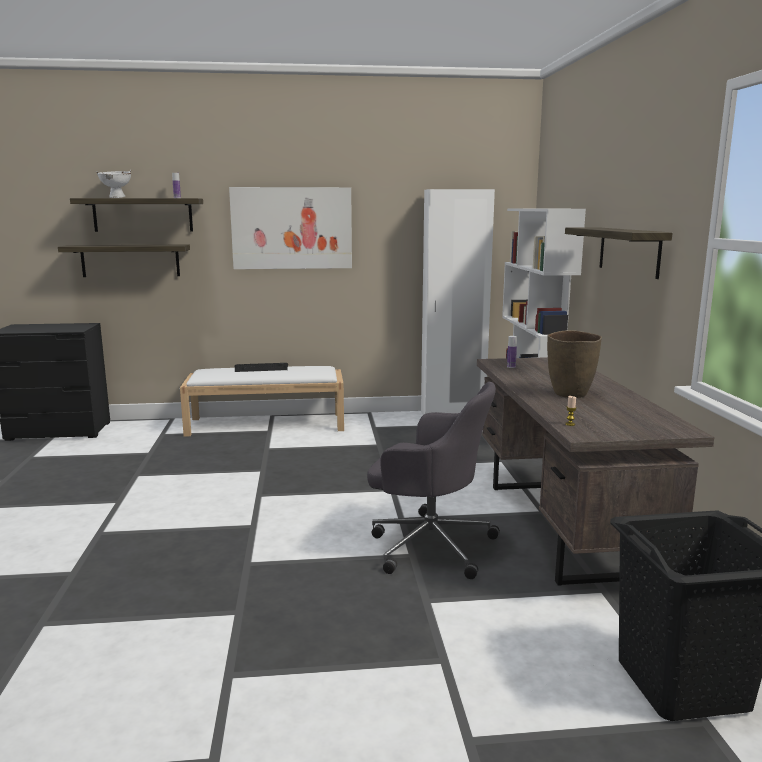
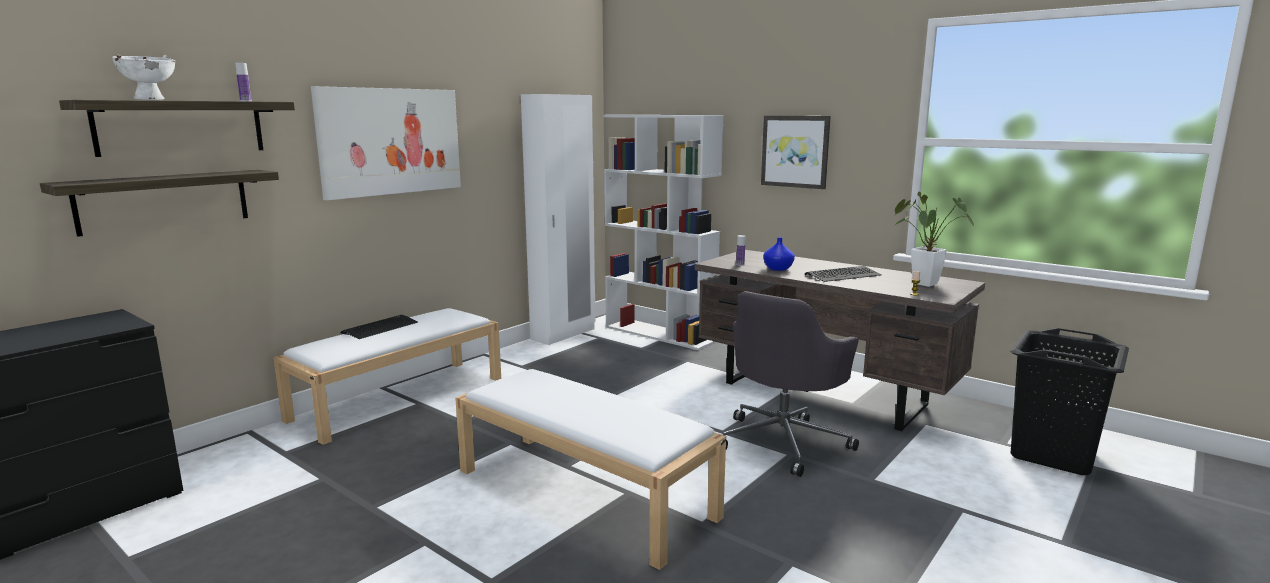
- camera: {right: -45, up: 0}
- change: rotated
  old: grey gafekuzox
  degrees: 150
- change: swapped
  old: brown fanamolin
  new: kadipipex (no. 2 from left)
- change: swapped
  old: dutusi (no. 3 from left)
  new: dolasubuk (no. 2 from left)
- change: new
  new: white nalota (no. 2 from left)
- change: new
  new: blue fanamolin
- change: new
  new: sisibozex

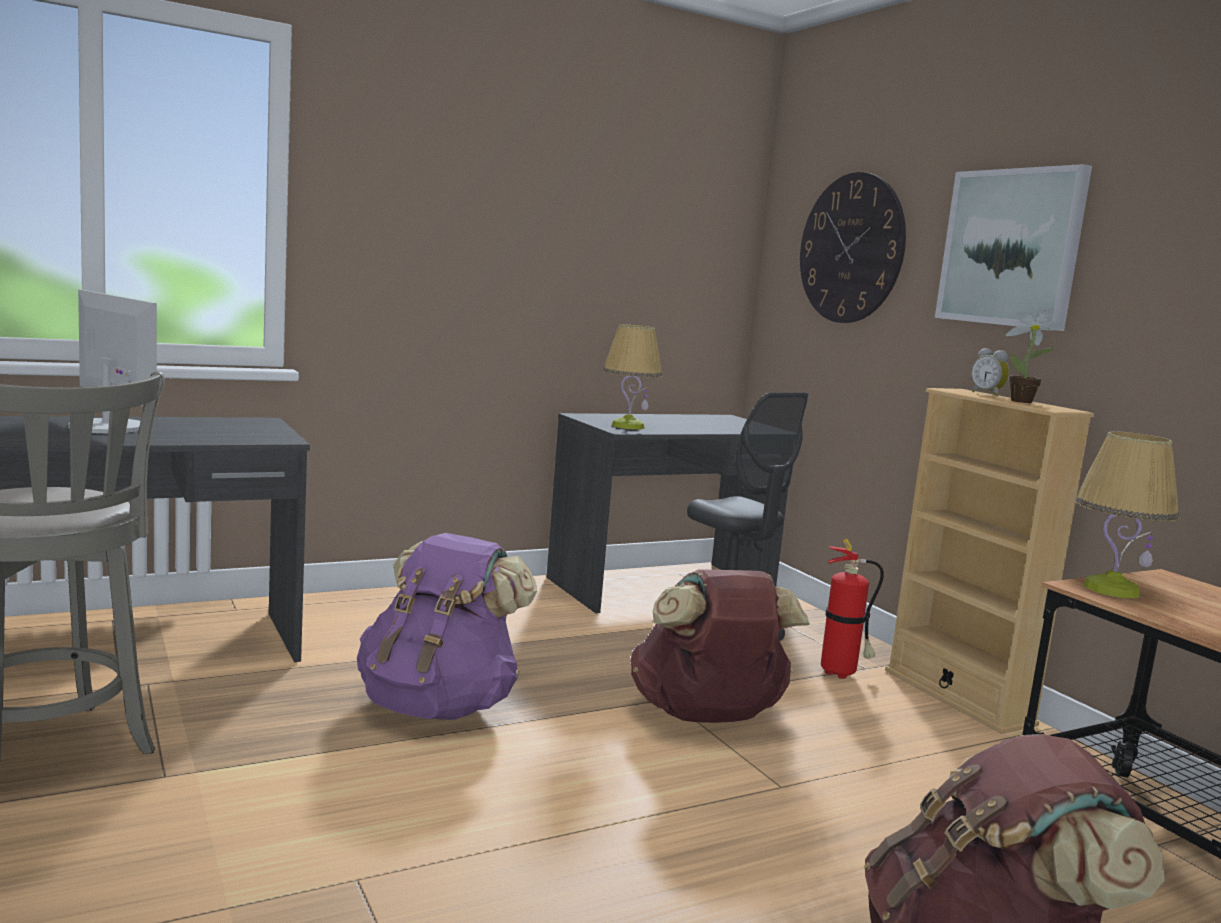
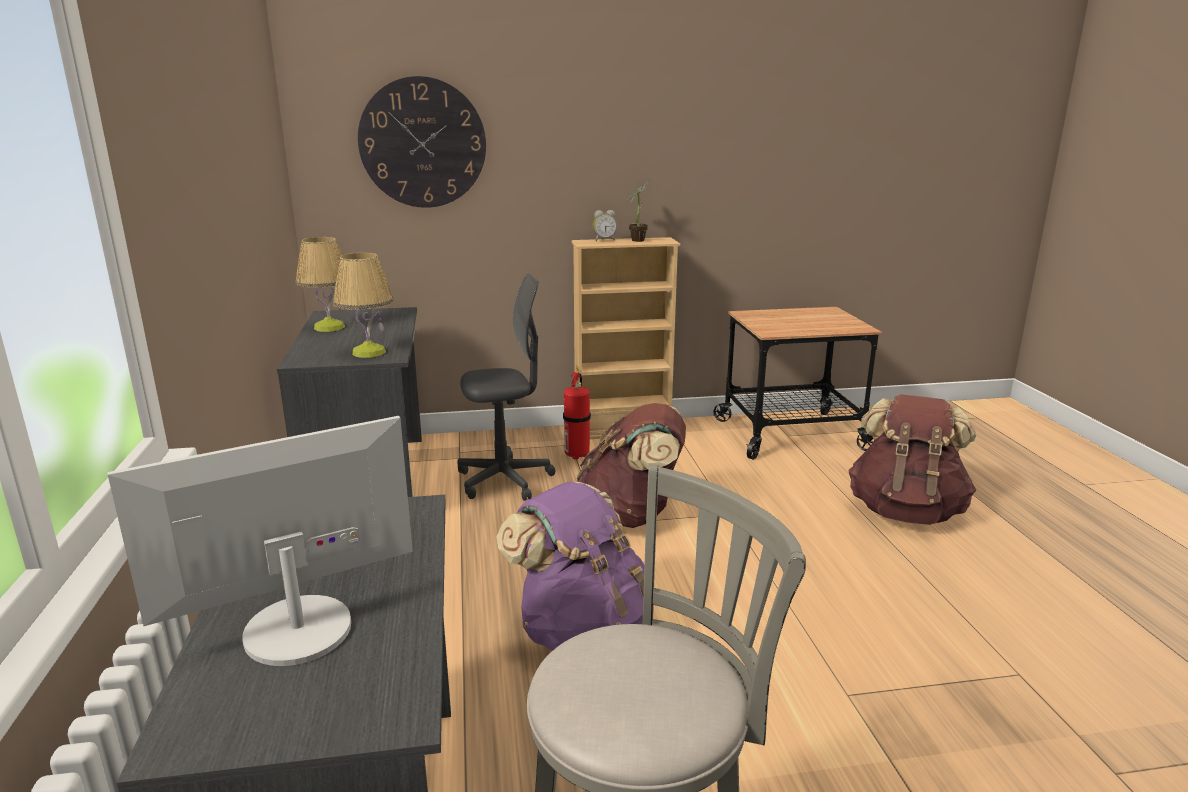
- camera: {right: -70, up: 10}
- change: gone
  old: dolasubuk
- change: shifted
  old: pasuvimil (no. 2 from left in the first image)
  new: pasuvimil (no. 1 from left)

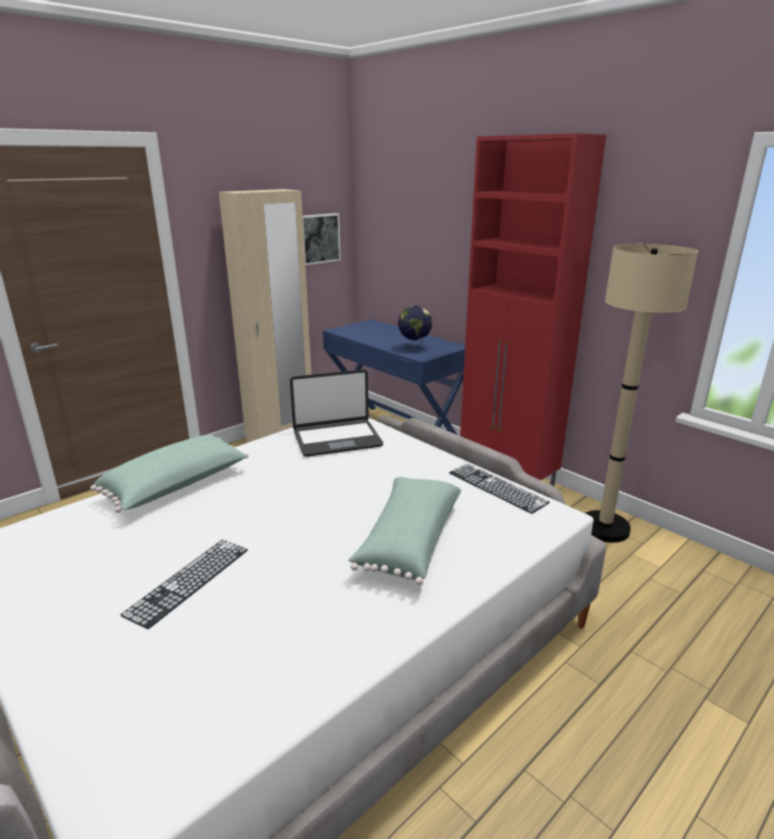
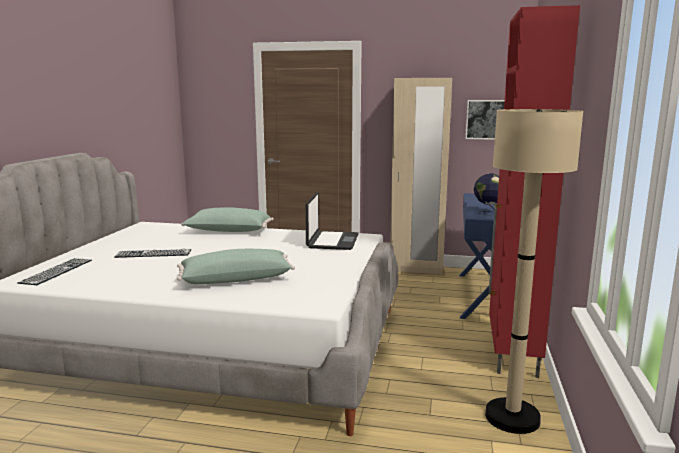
- camera: {right: 55, up: -10}
- change: rotated
  old: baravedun
  degrees: -120
- change: shifted
  old: kadipipex (no. 2 from left in the first image)
  new: kadipipex (no. 1 from left)

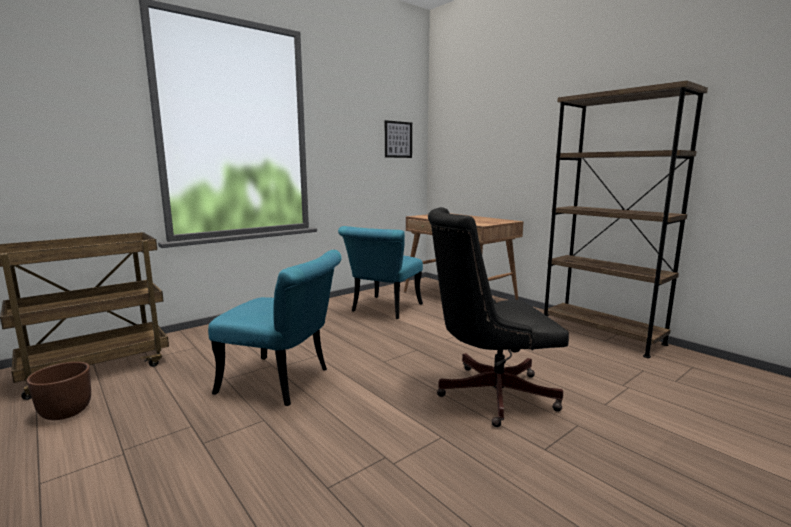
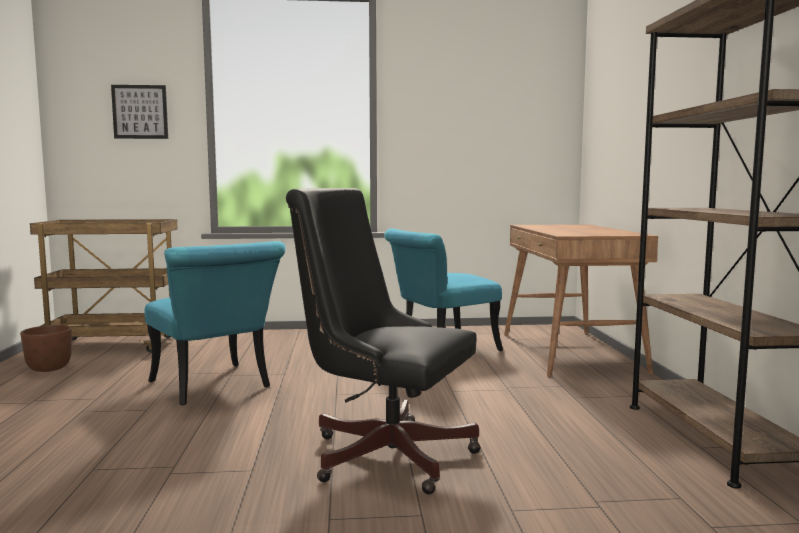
- camera: {right: 35, up: -5}
- change: shifted
  old: dolasubuk

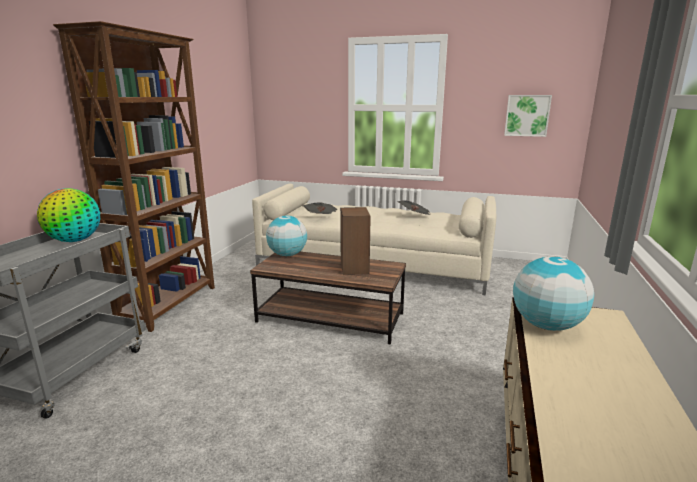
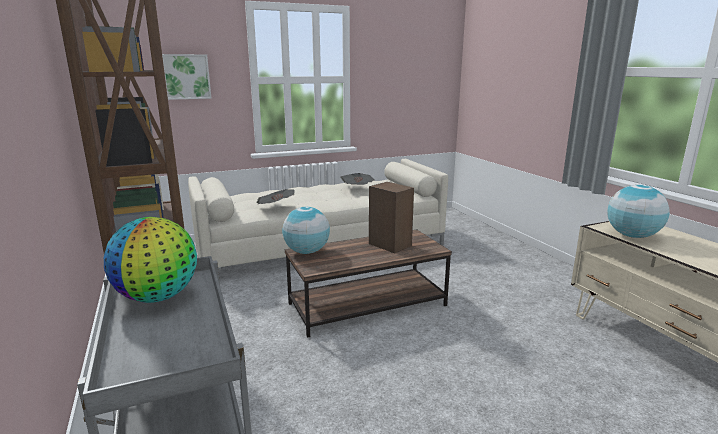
- camera: {right: -40, up: 0}
- change: shifted
  old: dolasubuk

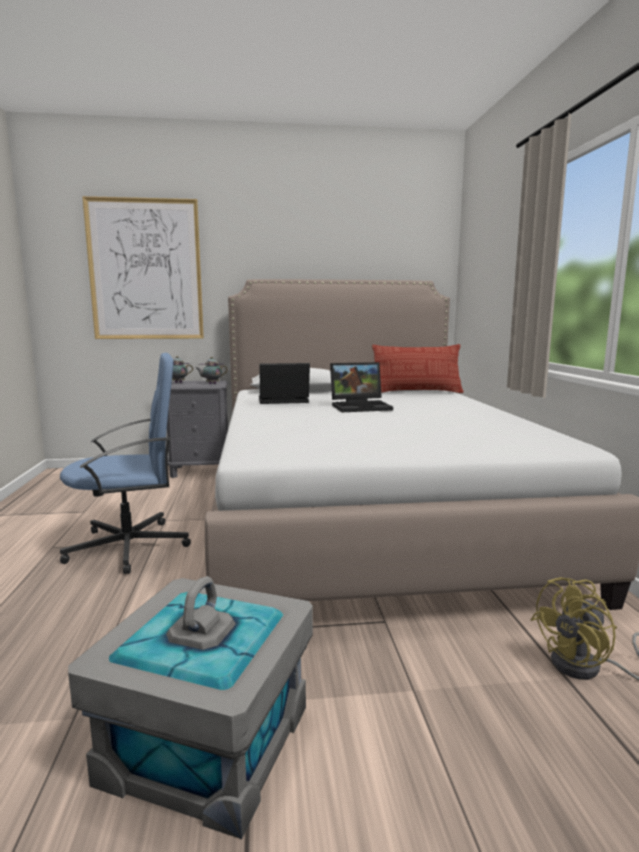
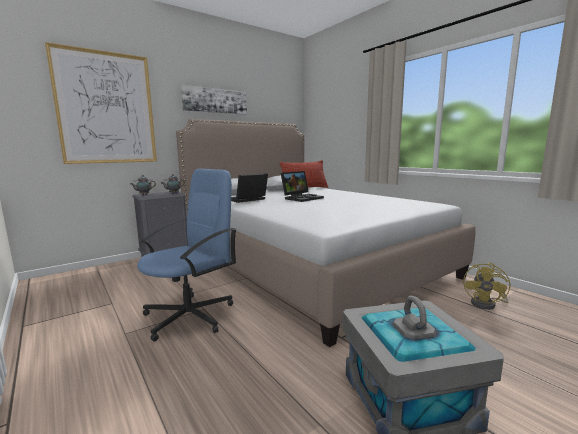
- camera: {right: -30, up: 0}
- change: new
  new: dolasubuk (no. 2 from left)

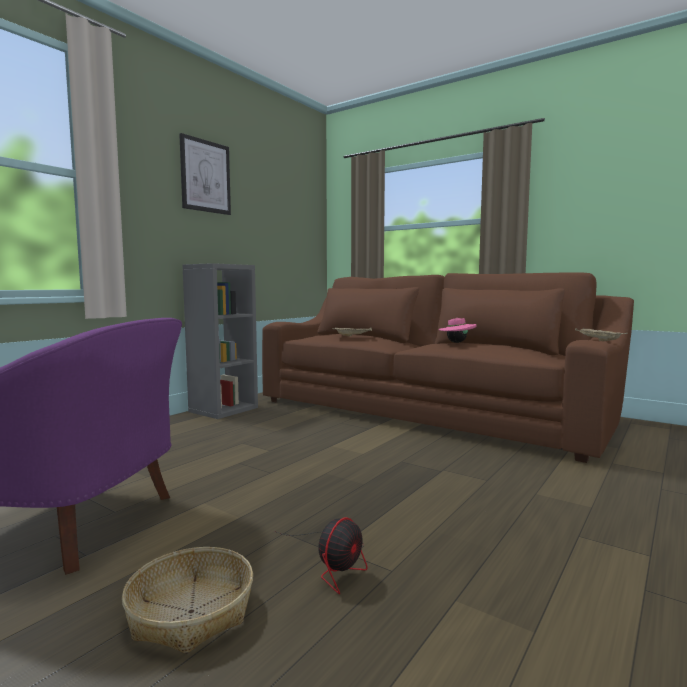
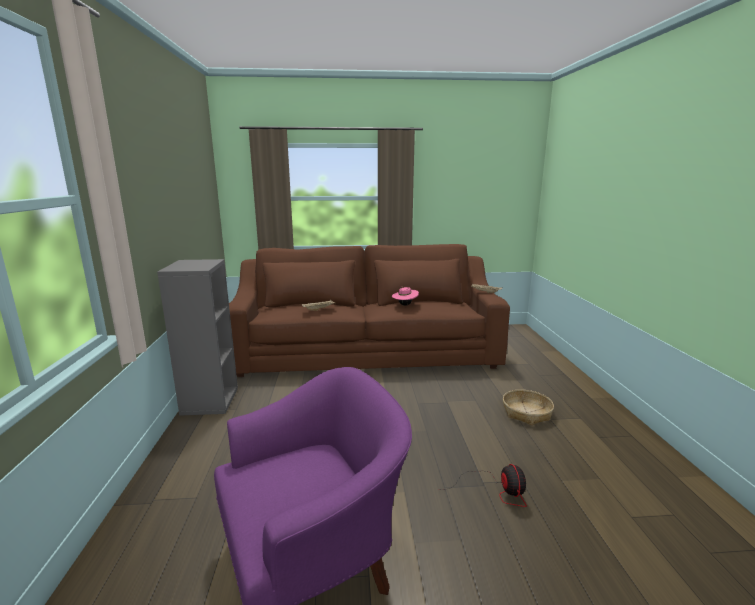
- camera: {right: -40, up: 10}
- change: shifted
  old: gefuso
- change: gone
  old: dolasubuk

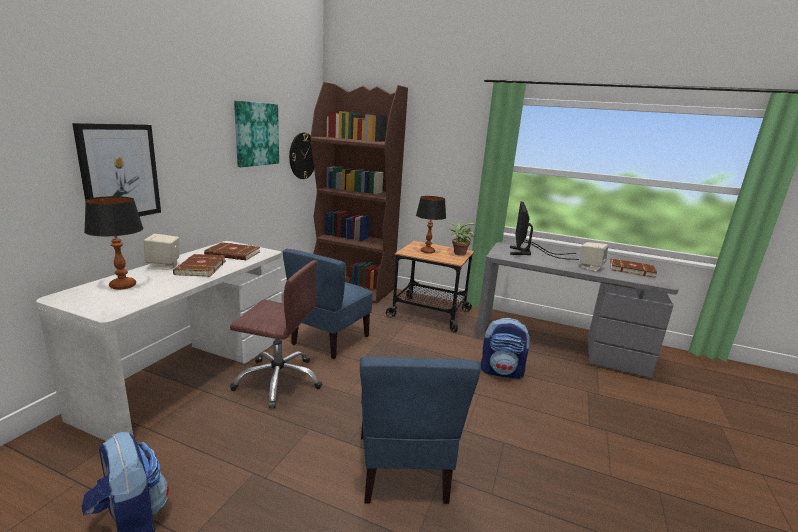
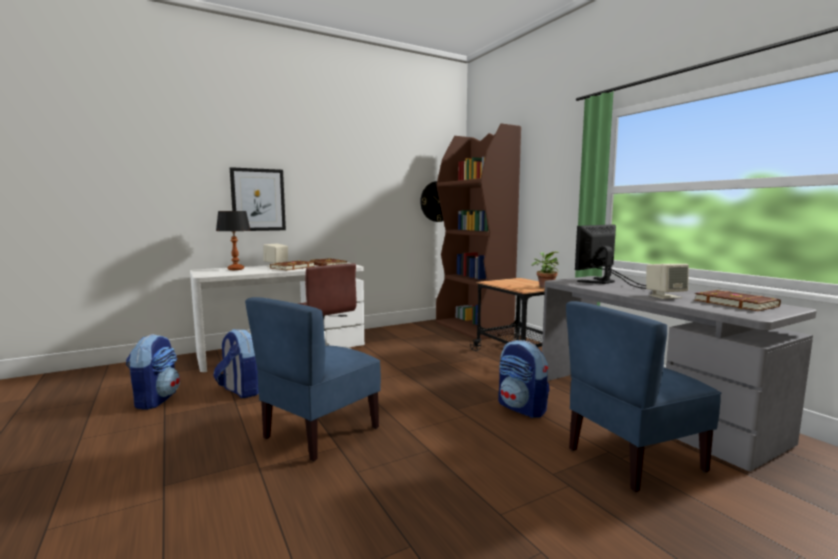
- camera: {right: 40, up: -10}
- change: gone
  old: dolasubuk (no. 2 from left)
- change: shifted
  old: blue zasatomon (no. 1 from left in the first image)
  new: blue zasatomon (no. 2 from left)
- change: gone
  old: pasuvimil (no. 2 from left)
- change: new
  new: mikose (no. 2 from left)

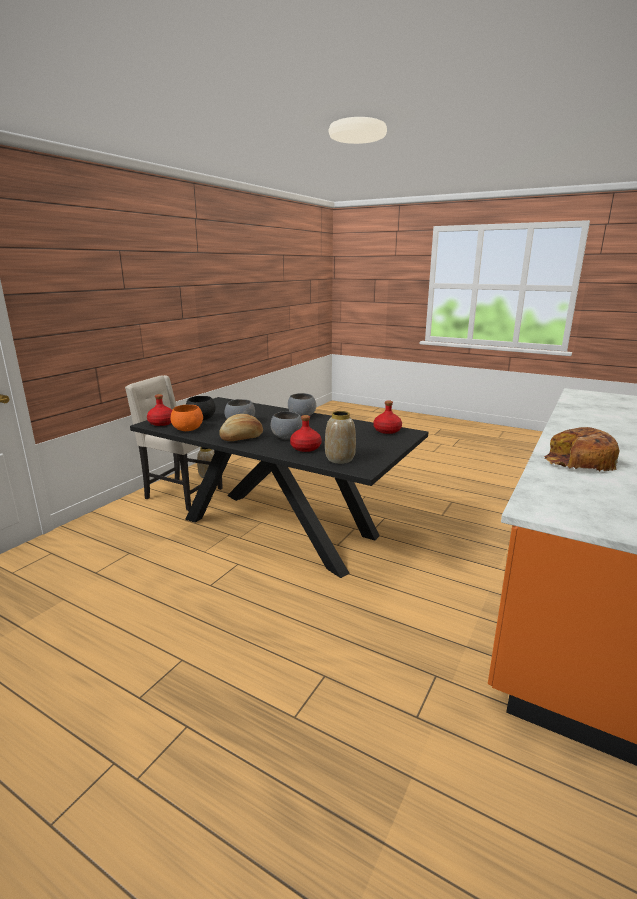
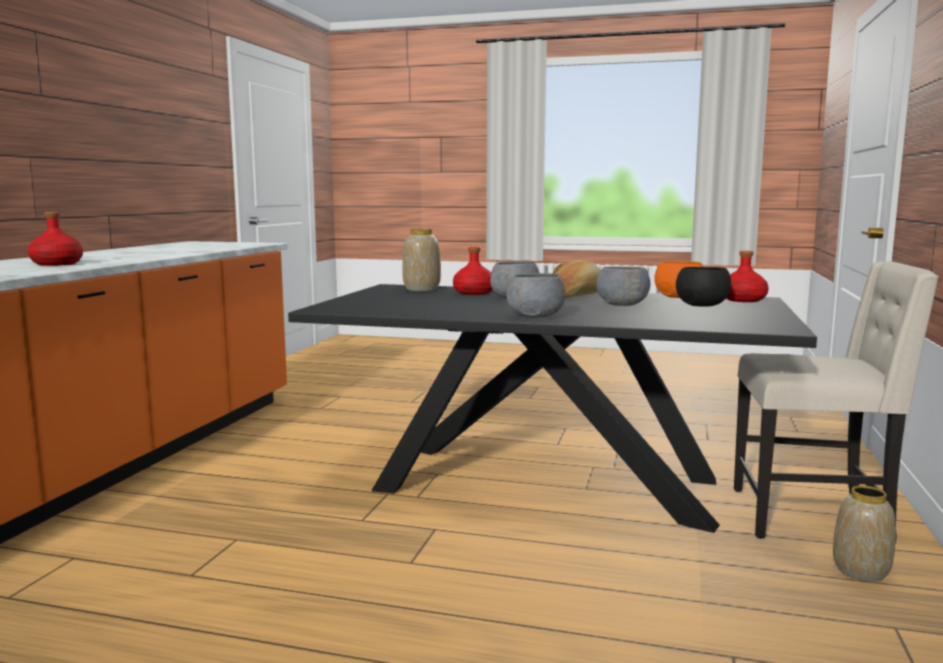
- camera: {right: 165, up: -10}
- change: shifted
  old: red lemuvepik (no. 3 from left in the first image)
  new: red lemuvepik (no. 1 from left)
- change: gone
  old: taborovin (no. 2 from left)

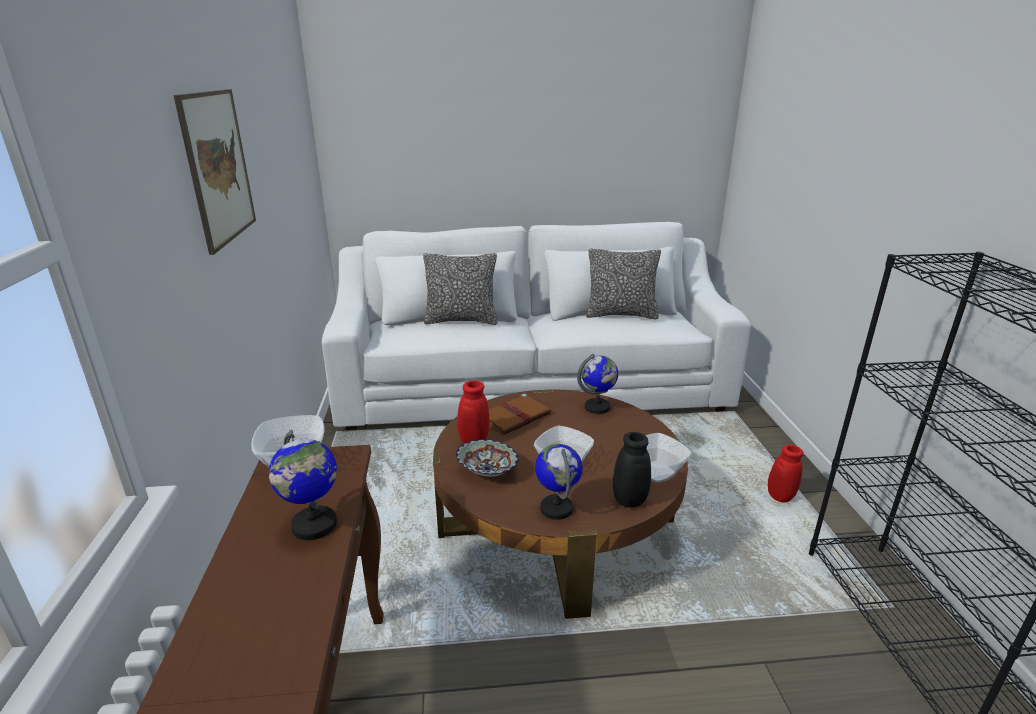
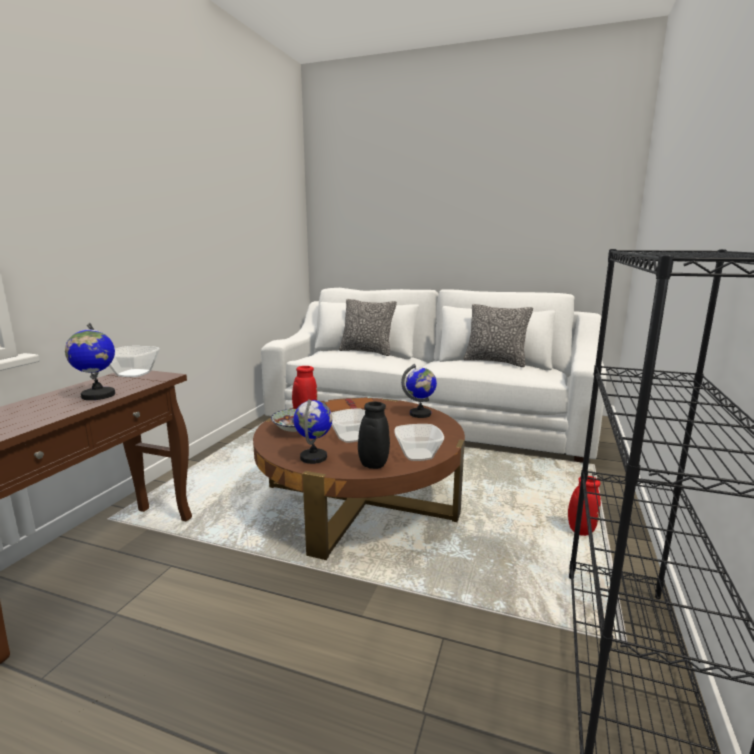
- camera: {right: 25, up: -10}
- change: gone
  old: dolasubuk

